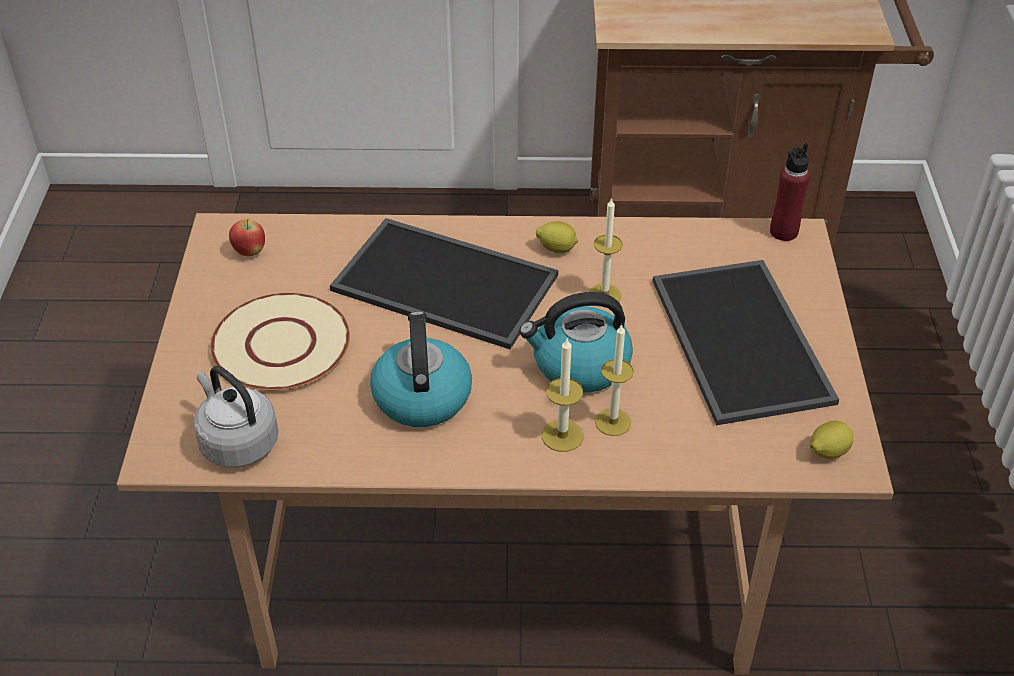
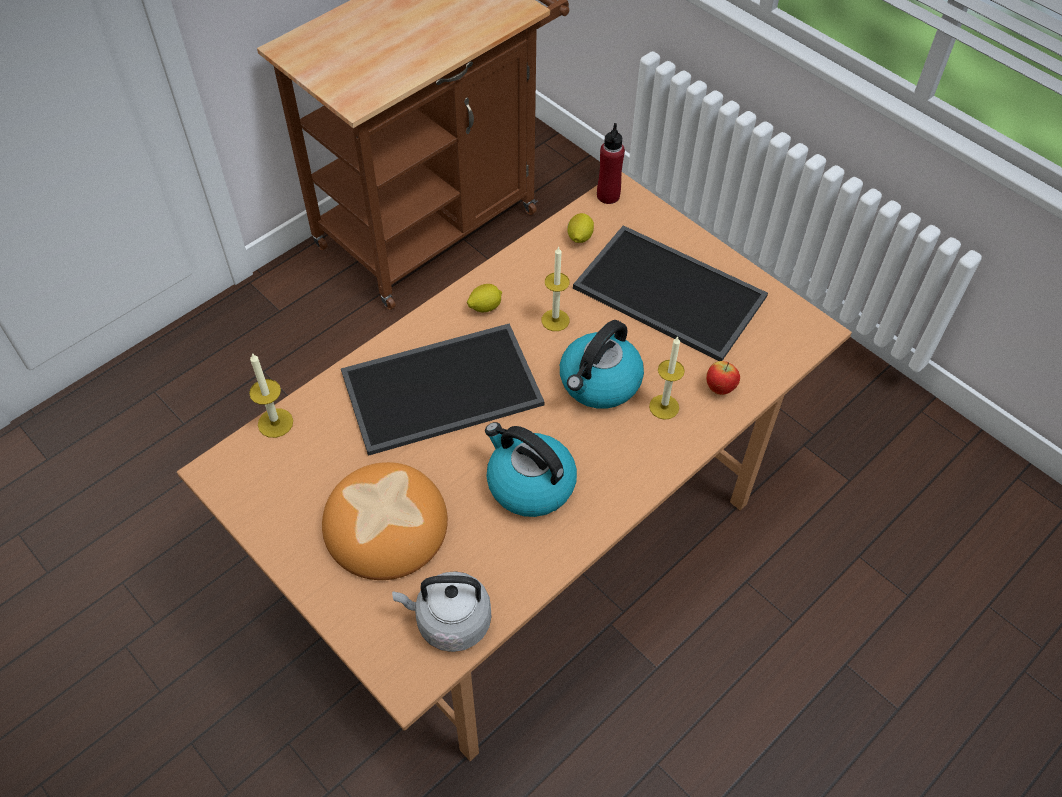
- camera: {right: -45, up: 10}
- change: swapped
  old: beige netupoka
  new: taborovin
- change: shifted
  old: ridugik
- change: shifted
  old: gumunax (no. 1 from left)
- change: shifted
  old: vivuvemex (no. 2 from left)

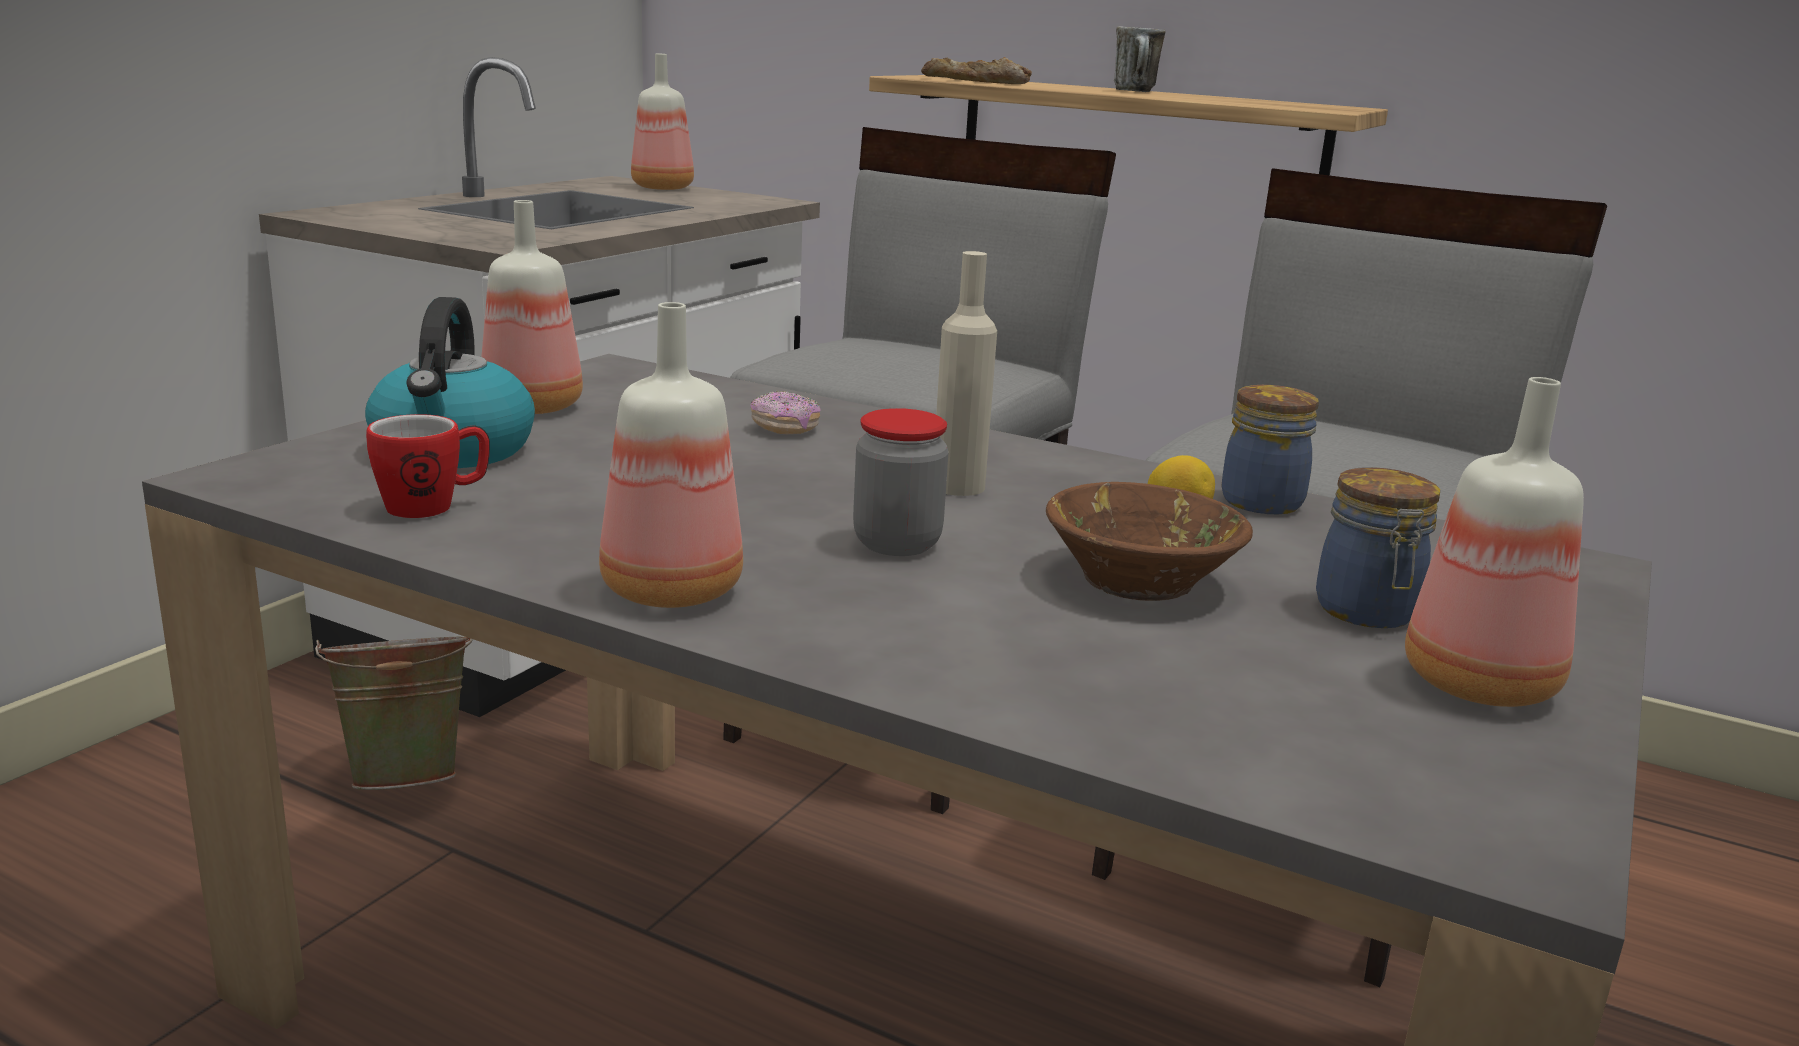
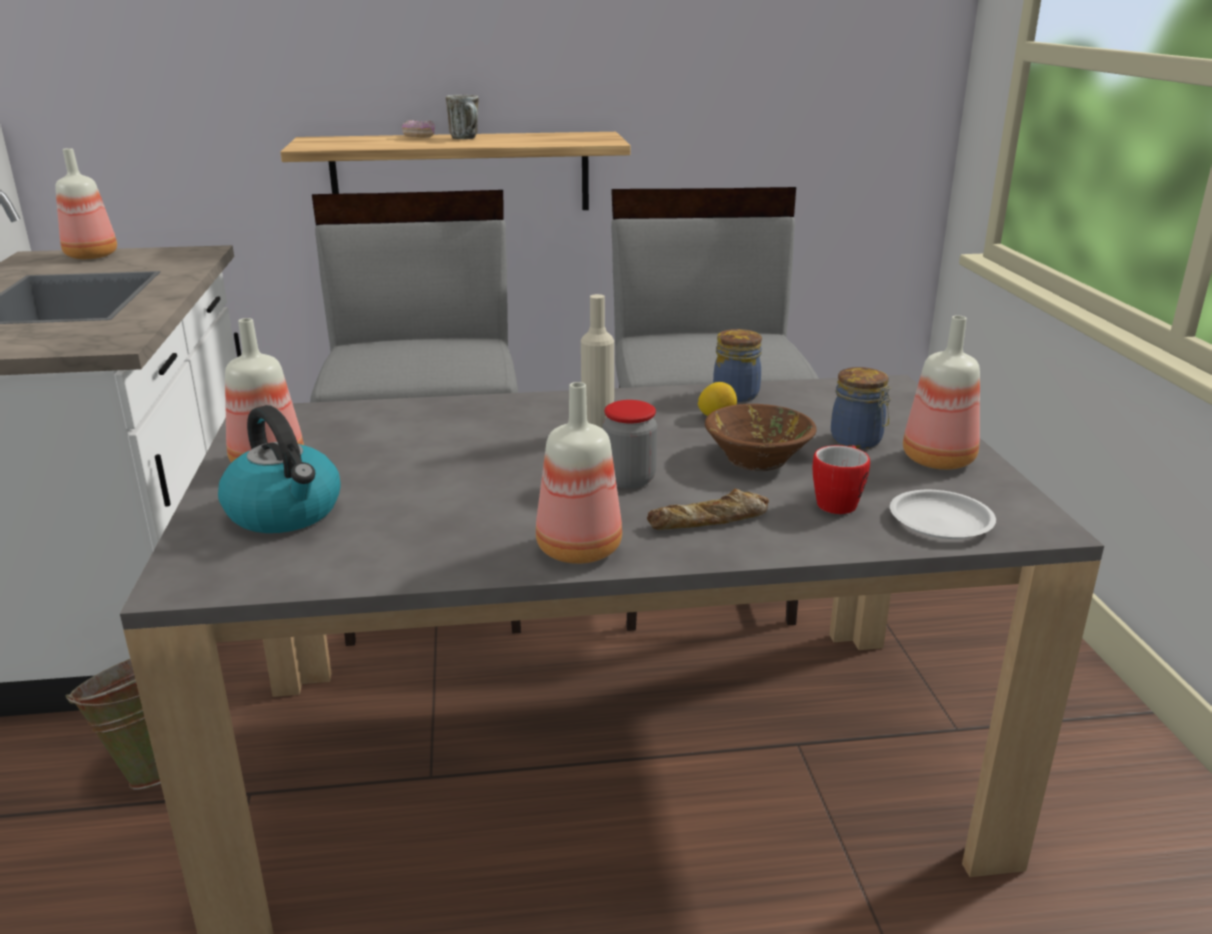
- camera: {right: -35, up: 5}
- change: shifted
  old: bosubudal (no. 1 from left in the first image)
  new: bosubudal (no. 2 from left)
- change: shifted
  old: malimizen
- change: shifted
  old: taborovin
- change: new
  new: white netupoka

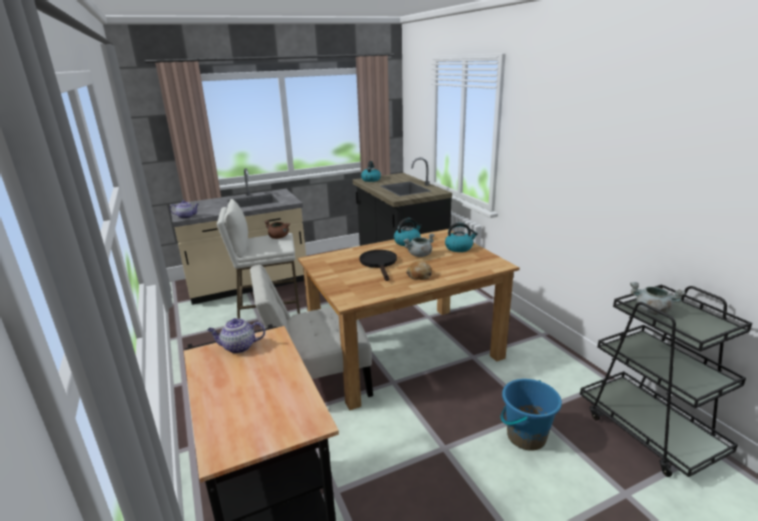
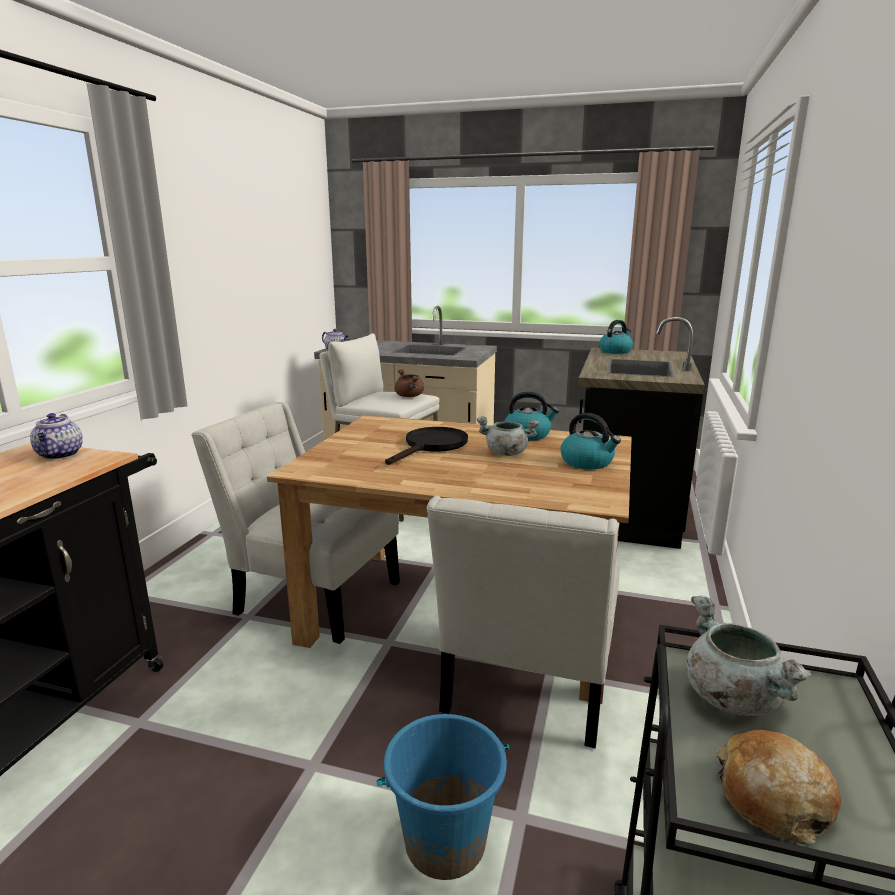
- camera: {right: 40, up: -5}
- change: rotated
  old: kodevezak (no. 2 from left in the first image)
  degrees: -135
- change: shifted
  old: taborovin
- change: new
  new: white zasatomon (no. 2 from left)

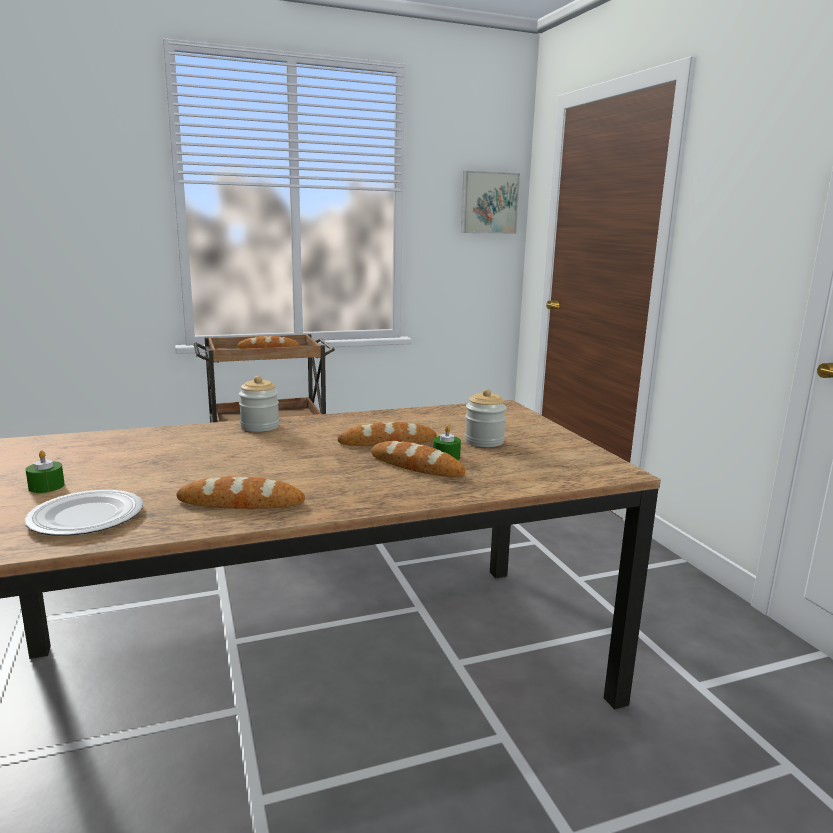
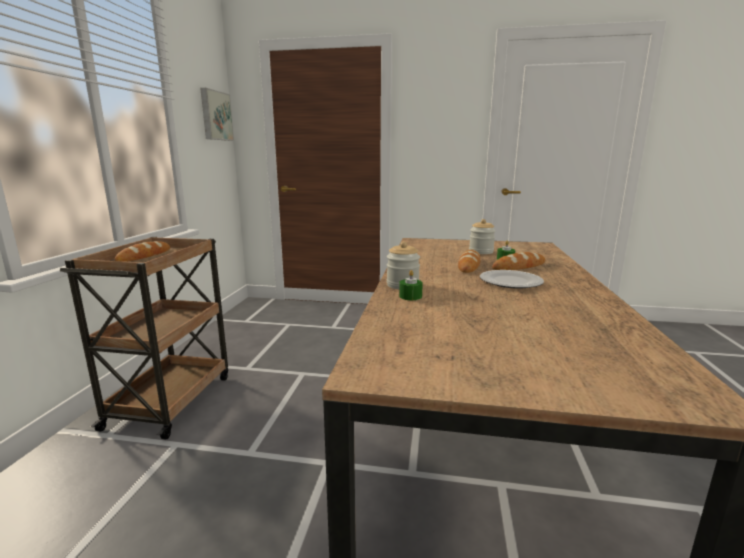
- camera: {right: -60, up: 0}
- change: shifted
  old: netupoka
- change: shifted
  old: green gumunax (no. 1 from left)
- change: gone
  old: taborovin (no. 1 from left)

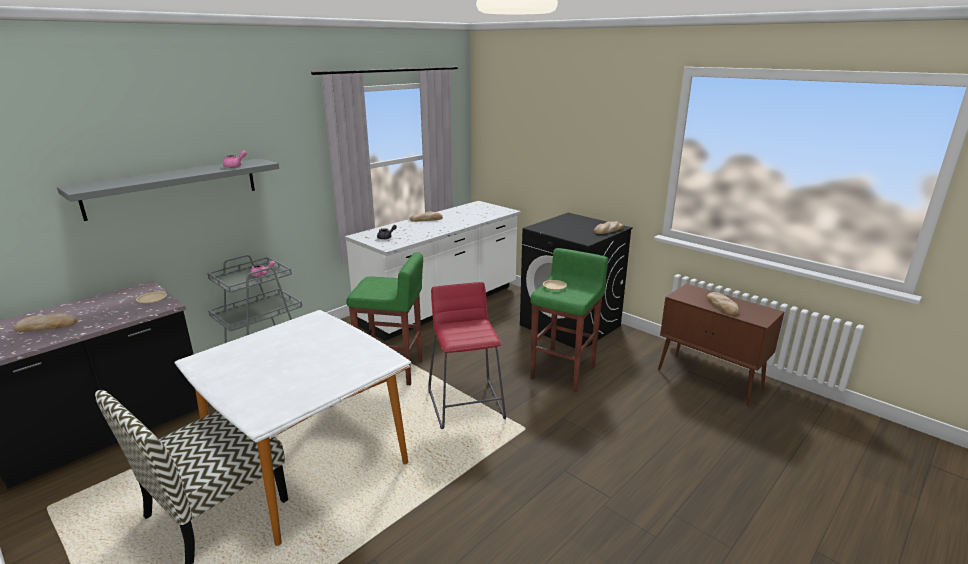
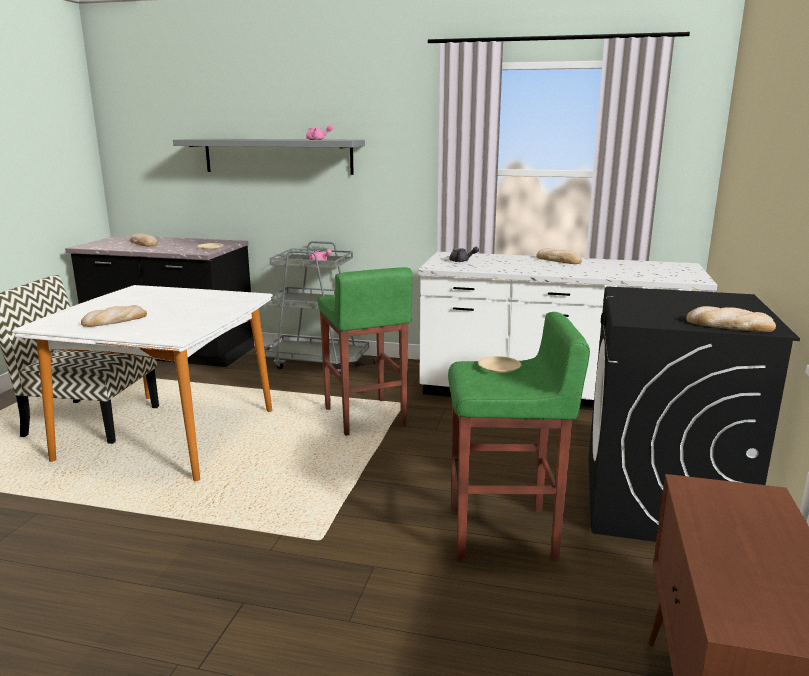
- camera: {right: 60, up: -5}
- change: gone
  old: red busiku
- change: shifted
  old: taborovin (no. 4 from left in the first image)
  new: taborovin (no. 1 from left)

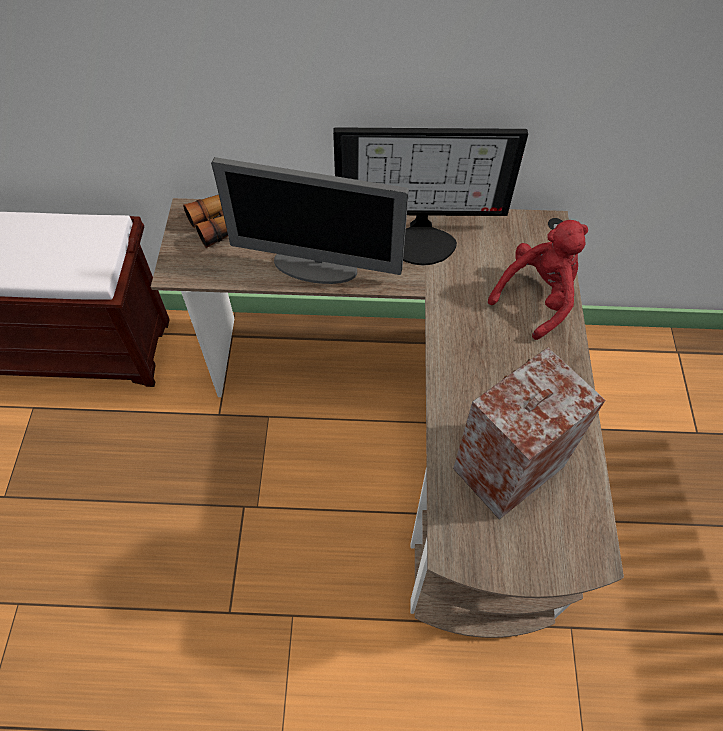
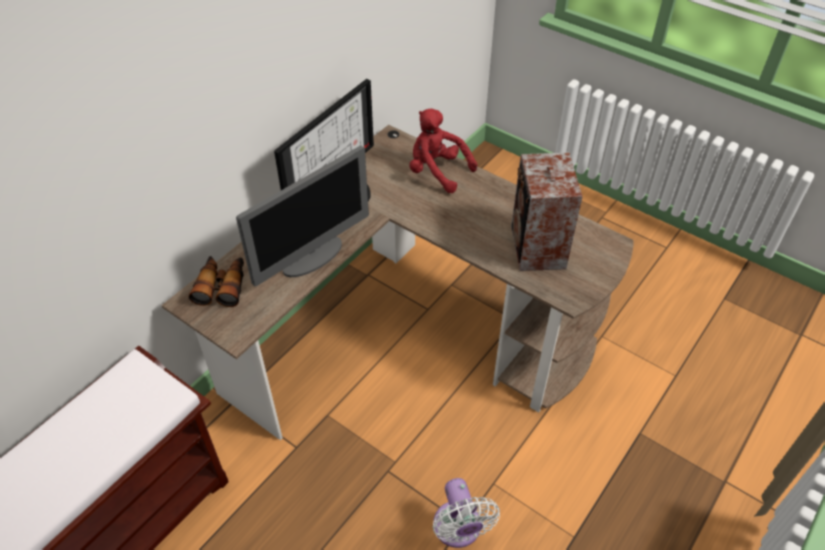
- camera: {right: -55, up: -10}
- change: rotated
  old: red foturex
  degrees: -45
- change: new
  new: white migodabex

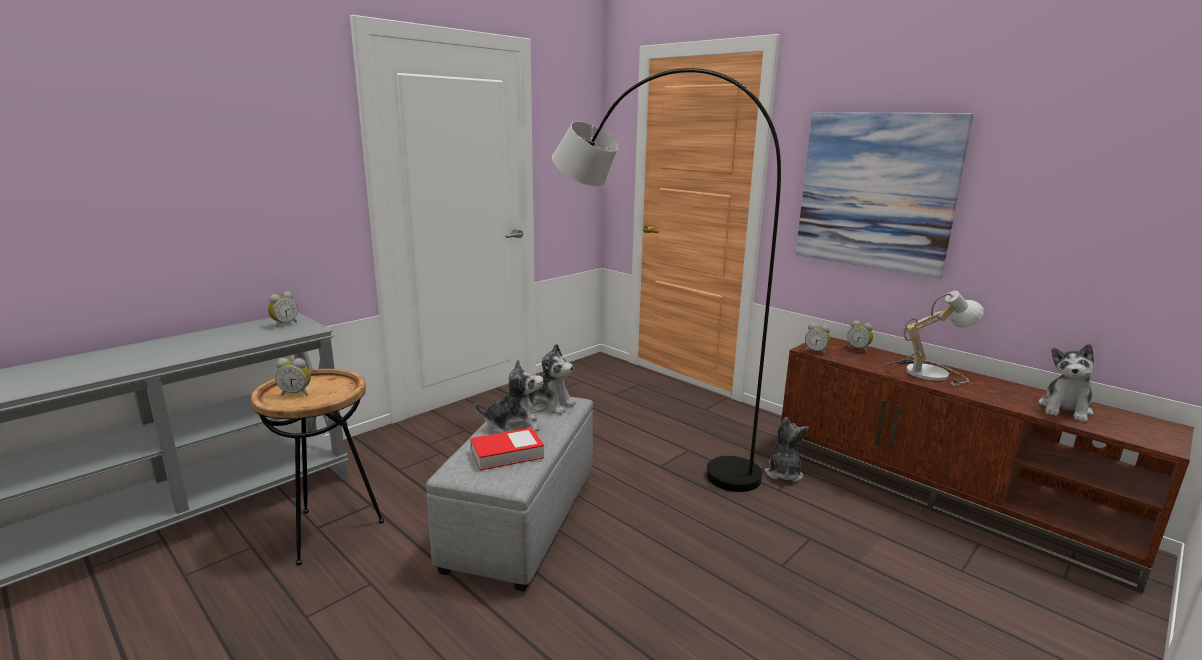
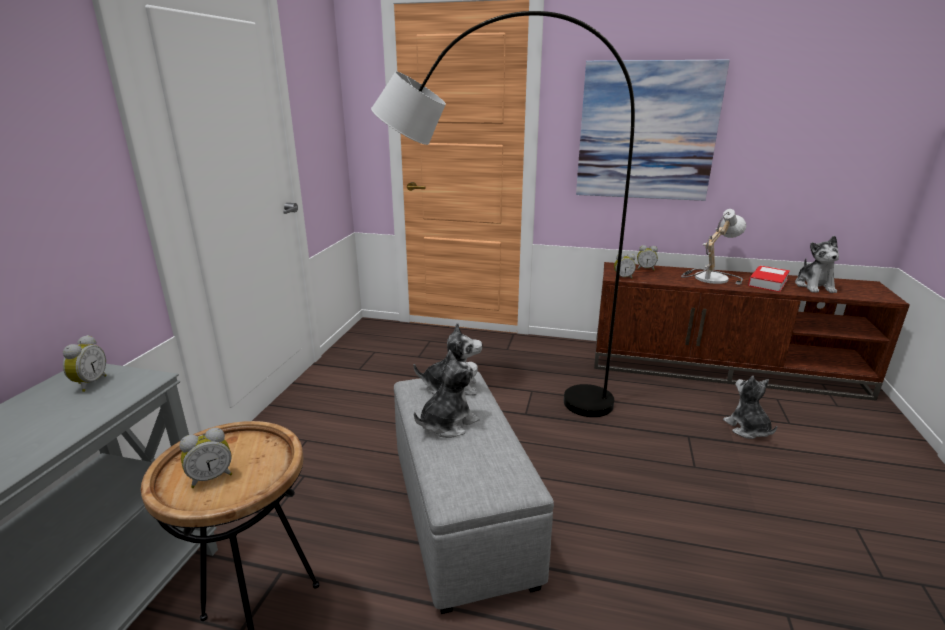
- camera: {right: -30, up: 5}
- change: shifted
  old: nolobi
- change: shifted
  old: foturex (no. 3 from left)

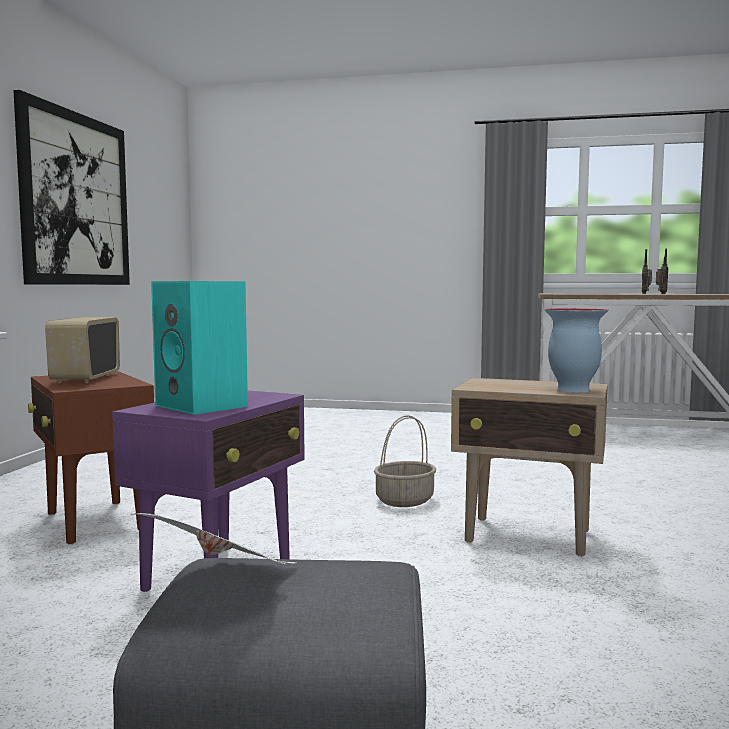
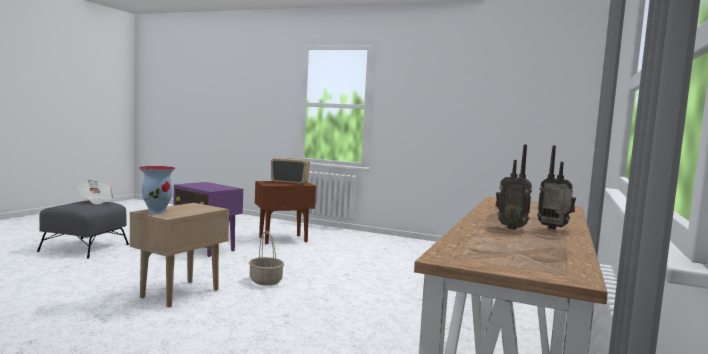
- camera: {right: 100, up: 0}
- change: gone
  old: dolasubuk
- change: gone
  old: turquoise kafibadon

